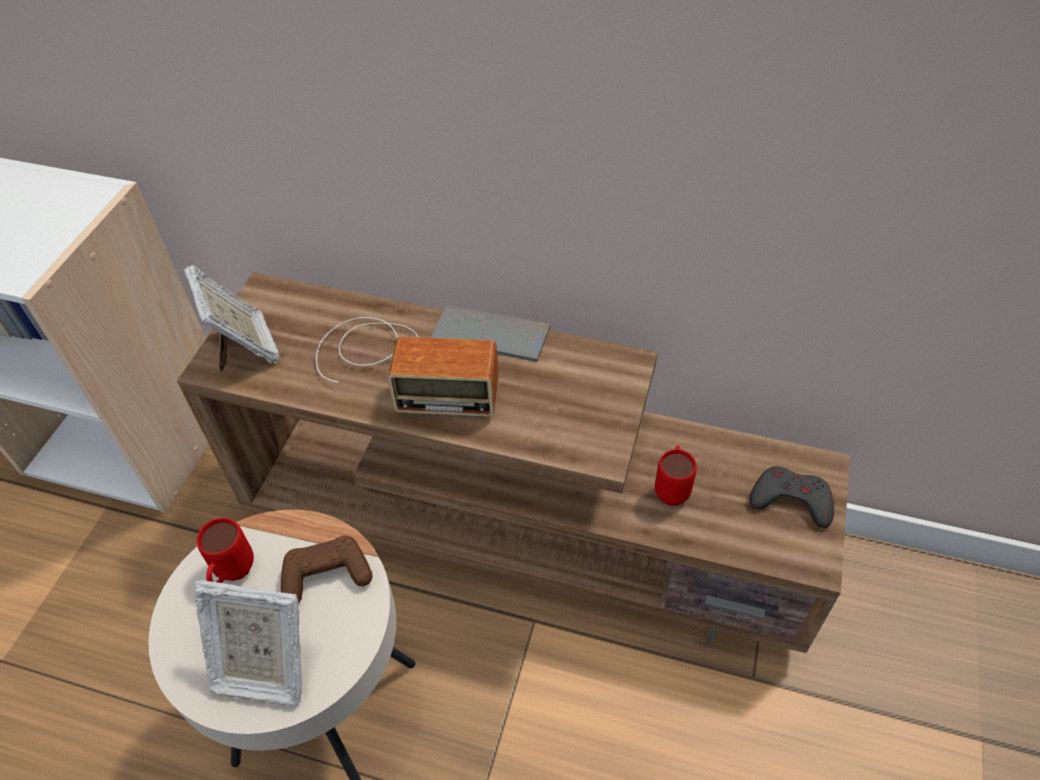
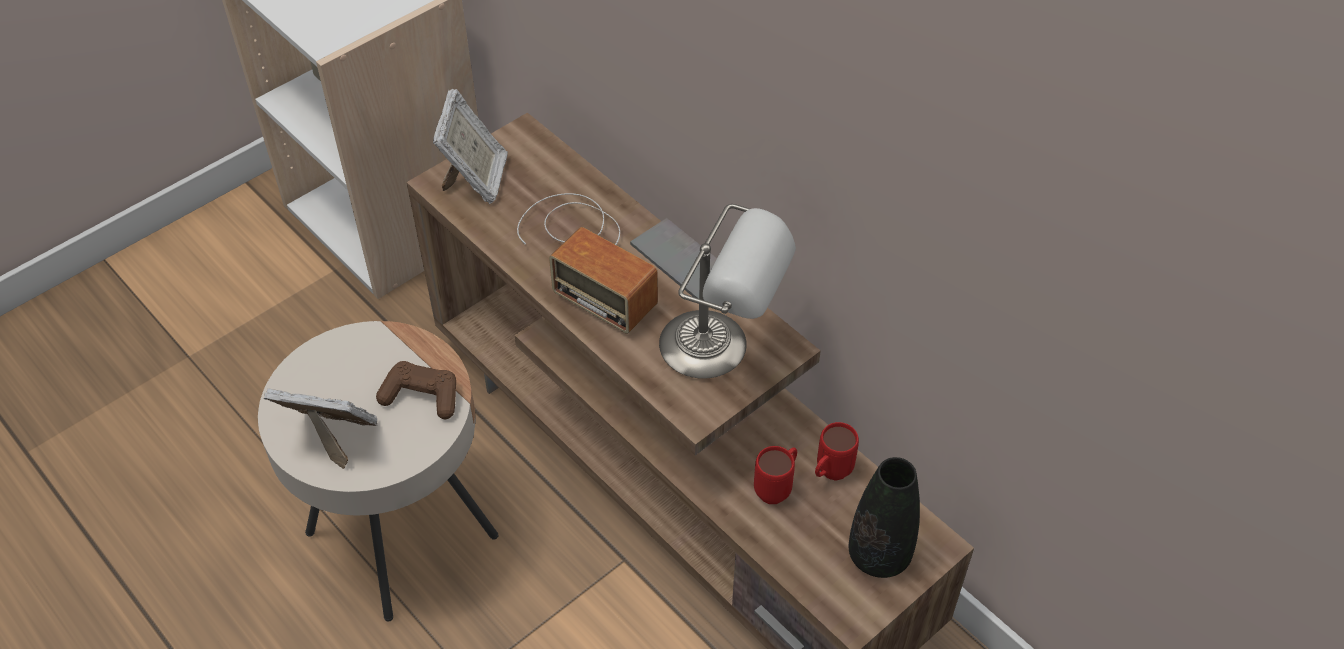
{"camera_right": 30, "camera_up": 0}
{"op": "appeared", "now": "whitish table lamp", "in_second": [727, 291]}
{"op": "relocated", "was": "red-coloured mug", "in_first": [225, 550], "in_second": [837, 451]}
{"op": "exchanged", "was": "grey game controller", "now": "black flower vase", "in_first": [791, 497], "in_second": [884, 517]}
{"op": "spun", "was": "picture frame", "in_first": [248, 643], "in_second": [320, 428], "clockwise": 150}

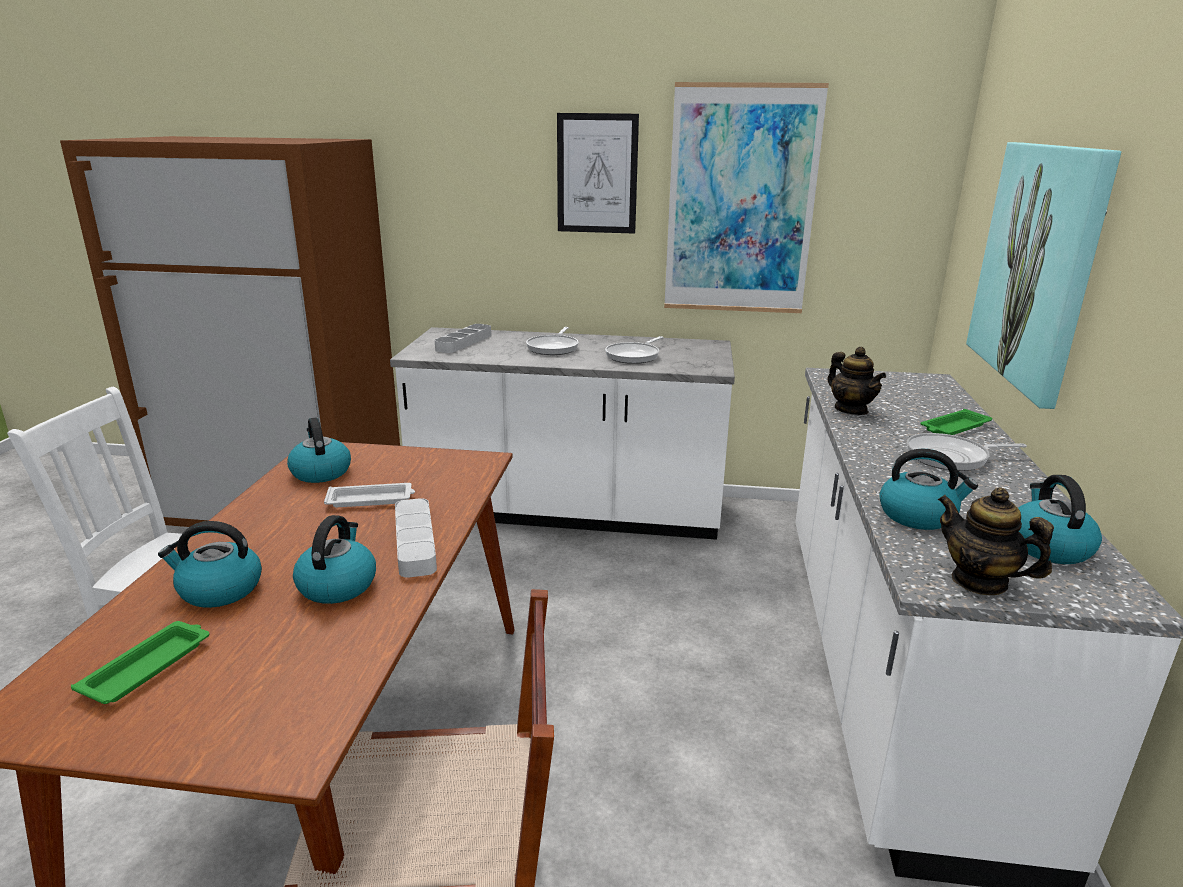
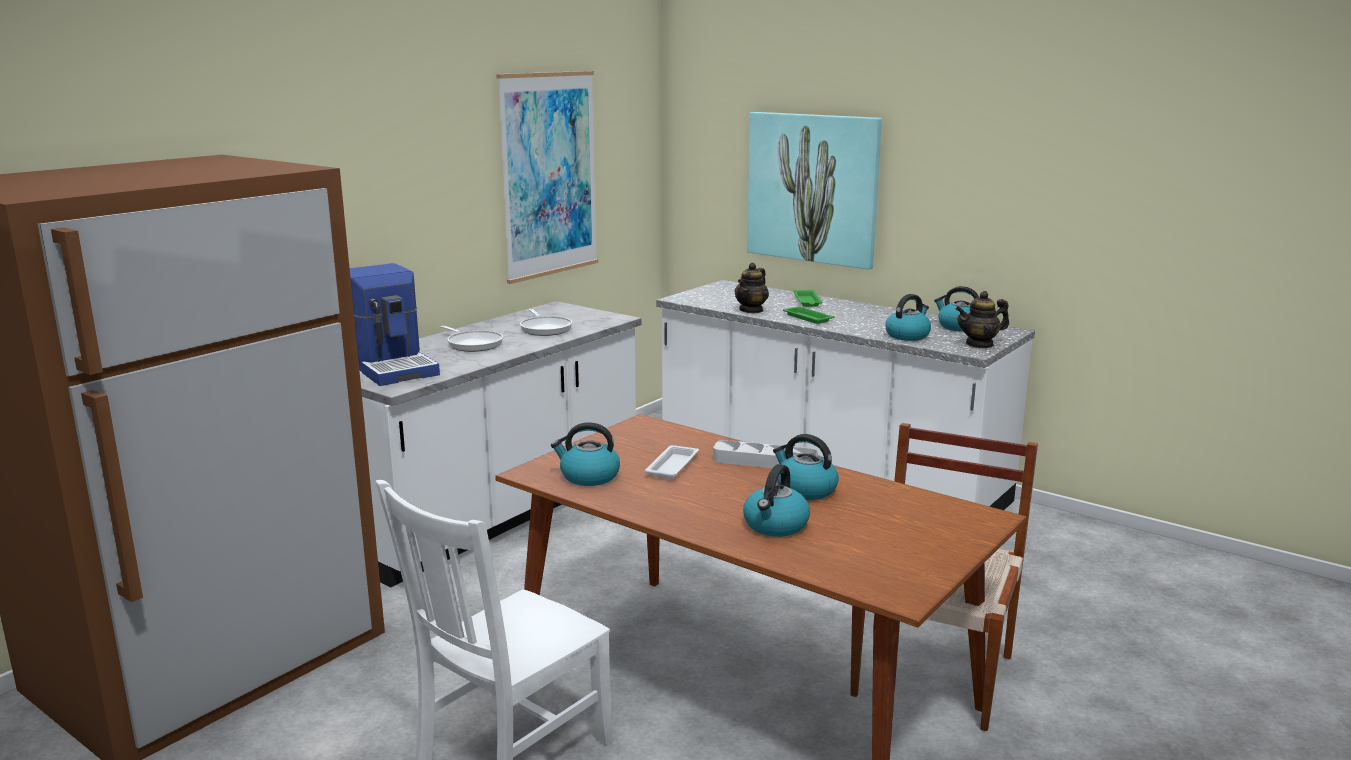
{"camera_right": -60, "camera_up": -5}
{"op": "missing", "was": "wall art", "in_first": [598, 173]}
{"op": "missing", "was": "frying pan", "in_first": [967, 452]}
{"op": "relocated", "was": "greenish tray", "in_first": [140, 662], "in_second": [809, 315]}
{"op": "exchanged", "was": "grey tray", "now": "coffee brewer", "in_first": [463, 338], "in_second": [395, 324]}
{"op": "spun", "was": "tea pot", "in_first": [856, 381], "in_second": [751, 288], "clockwise": 120}

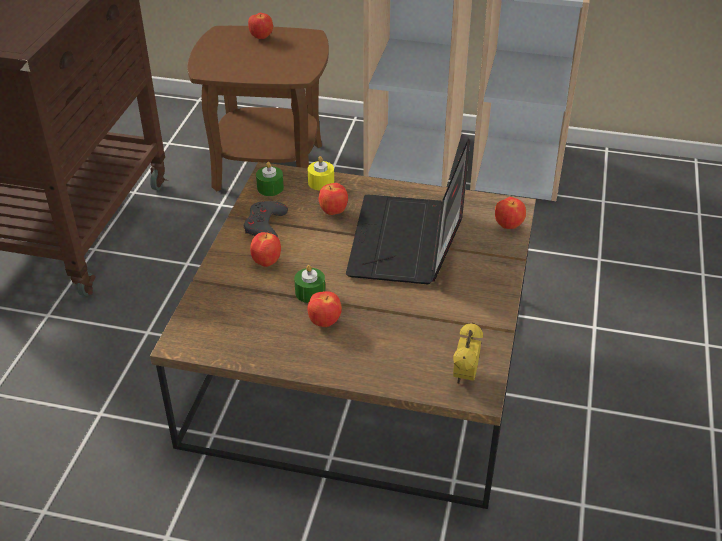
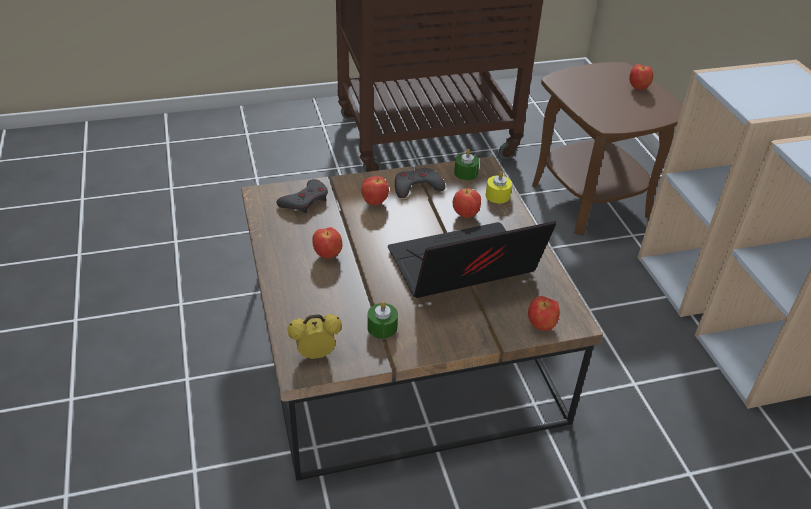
{"camera_right": 60, "camera_up": 0}
{"op": "appeared", "now": "grey game controller", "in_second": [302, 196]}
{"op": "relocated", "was": "greenish wax candle", "in_first": [309, 284], "in_second": [382, 320]}

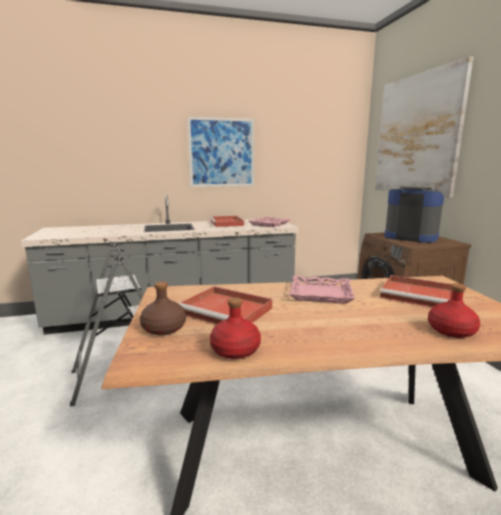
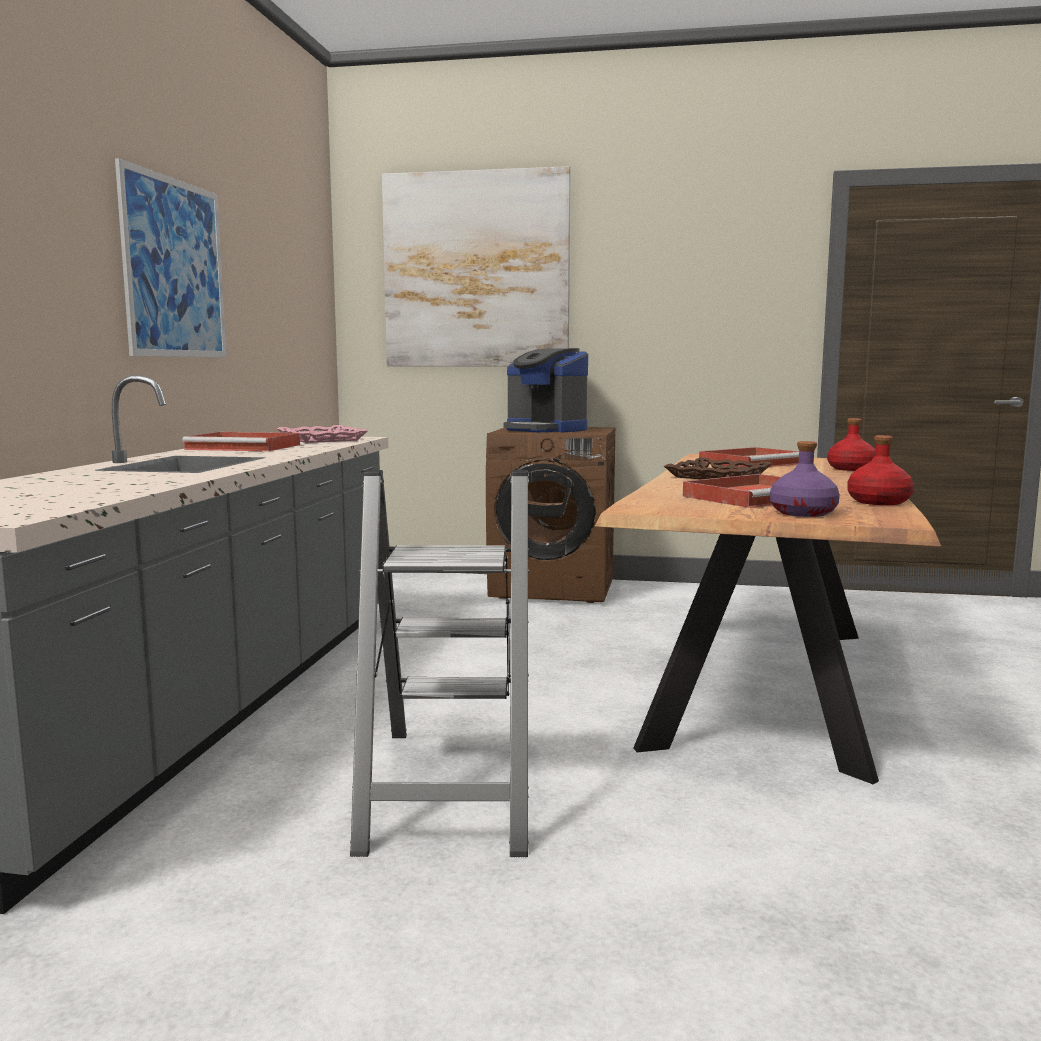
{"camera_right": -65, "camera_up": -5}
{"op": "colour", "was": "brown drink bottle", "now": "purple-coloured drink bottle", "in_first": [163, 308], "in_second": [805, 479]}
{"op": "colour", "was": "pink-coloured tray", "now": "brown tray", "in_first": [322, 290], "in_second": [718, 468]}
{"op": "spun", "was": "coffee brewer", "in_first": [414, 215], "in_second": [545, 390], "clockwise": -105}

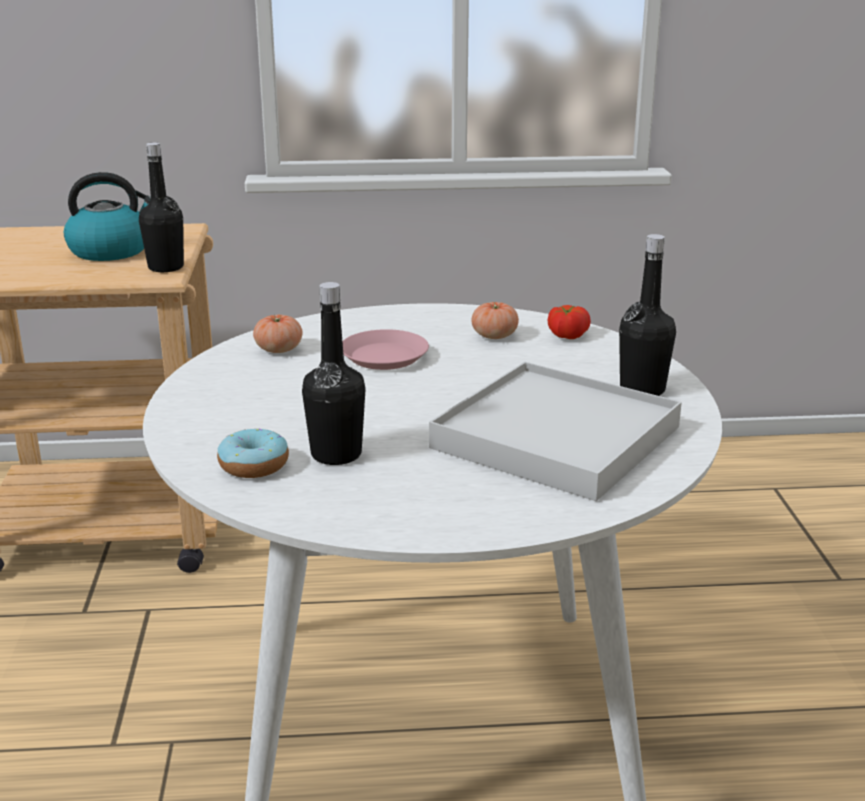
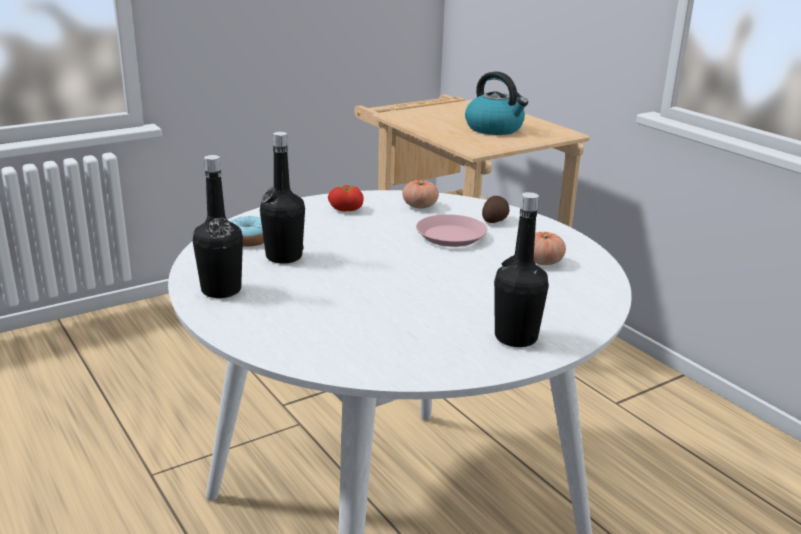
{"camera_right": 60, "camera_up": 0}
{"op": "missing", "was": "whitish tray", "in_first": [555, 431]}
{"op": "appeared", "now": "potato", "in_second": [496, 209]}
{"op": "relocated", "was": "black drink bottle", "in_first": [161, 207], "in_second": [218, 226]}
{"op": "relocated", "was": "tomato", "in_first": [569, 322], "in_second": [346, 198]}

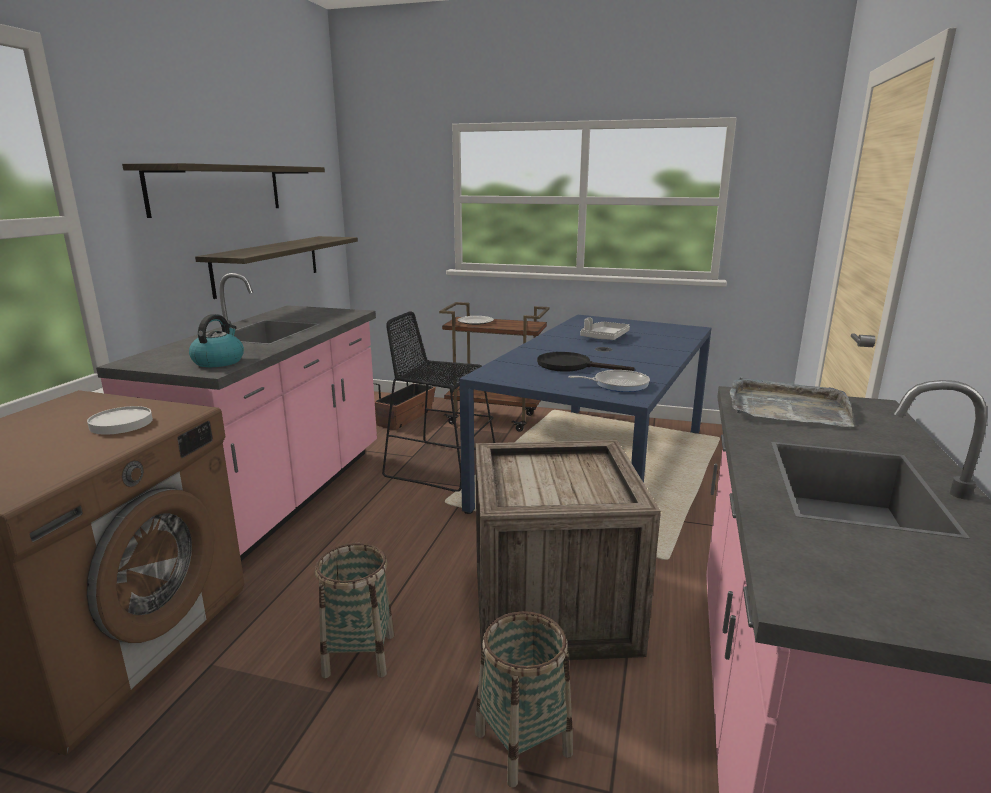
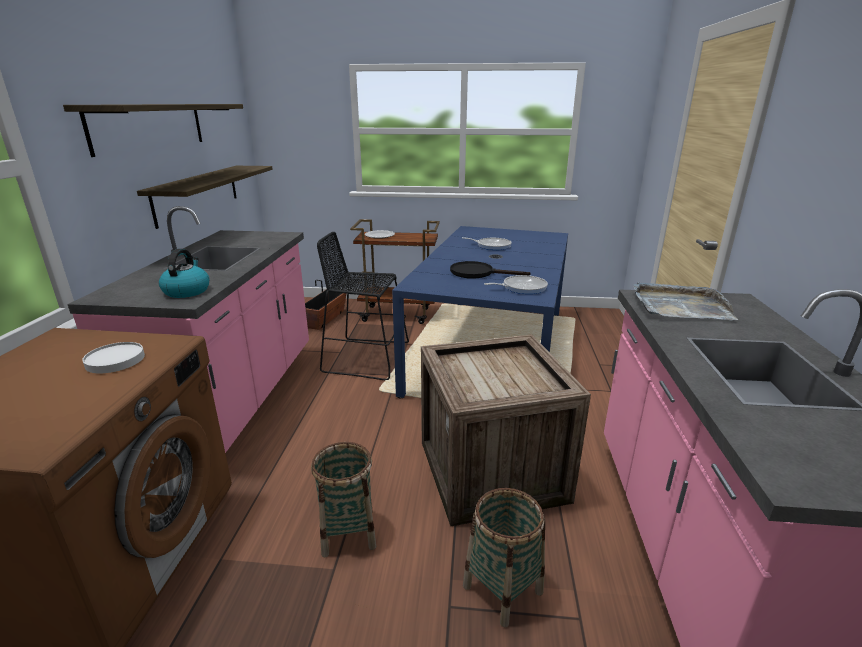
{"camera_right": -10, "camera_up": 5}
{"op": "exchanged", "was": "grey tray", "now": "frying pan", "in_first": [605, 328], "in_second": [487, 243]}

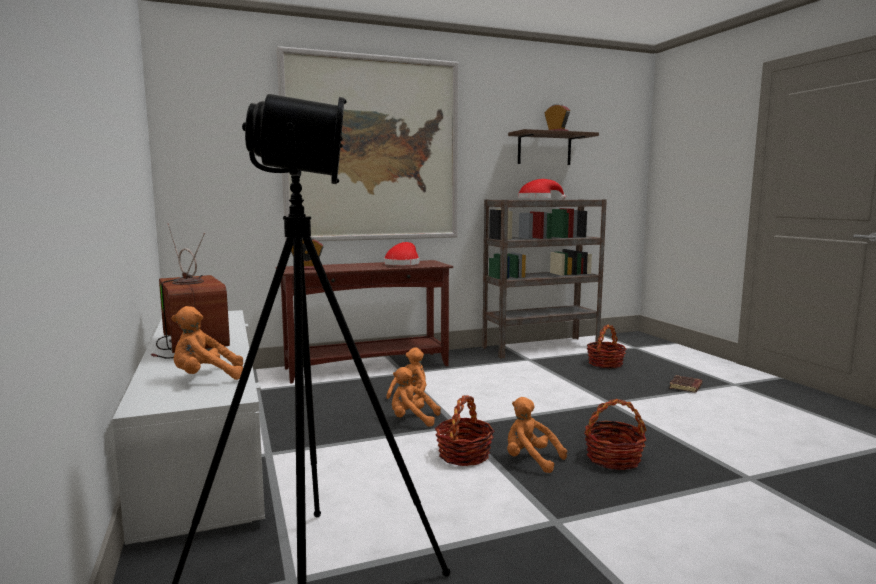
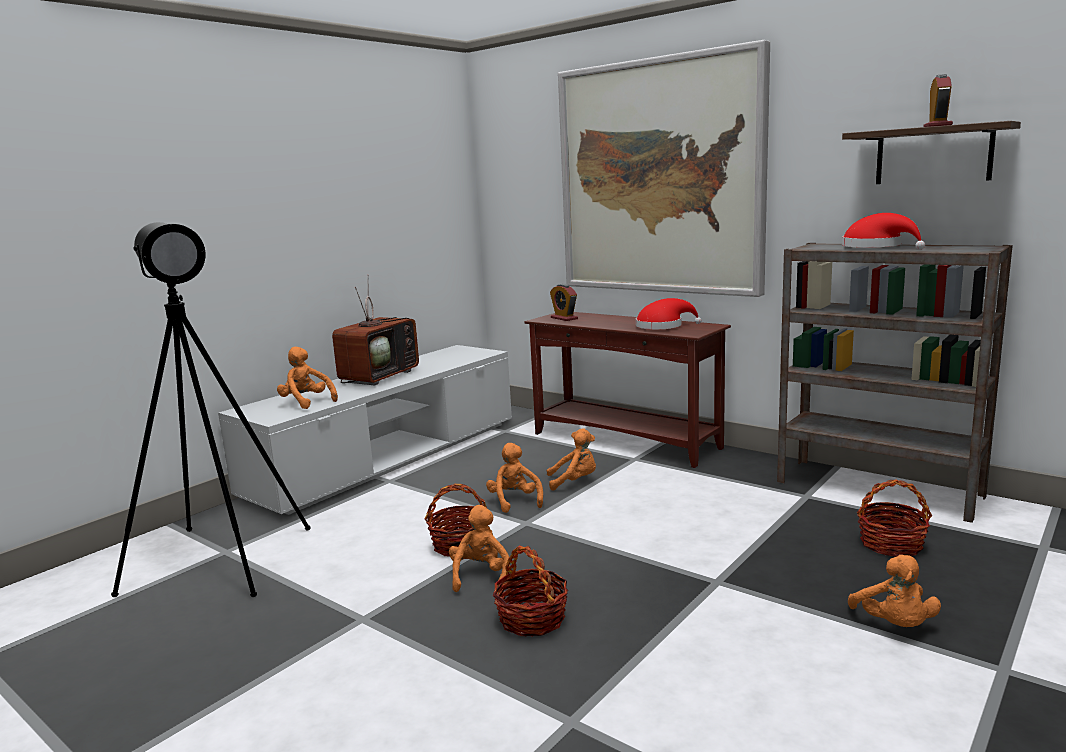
{"camera_right": 60, "camera_up": 5}
{"op": "exchanged", "was": "brown book", "now": "orange soft toy", "in_first": [685, 383], "in_second": [894, 591]}

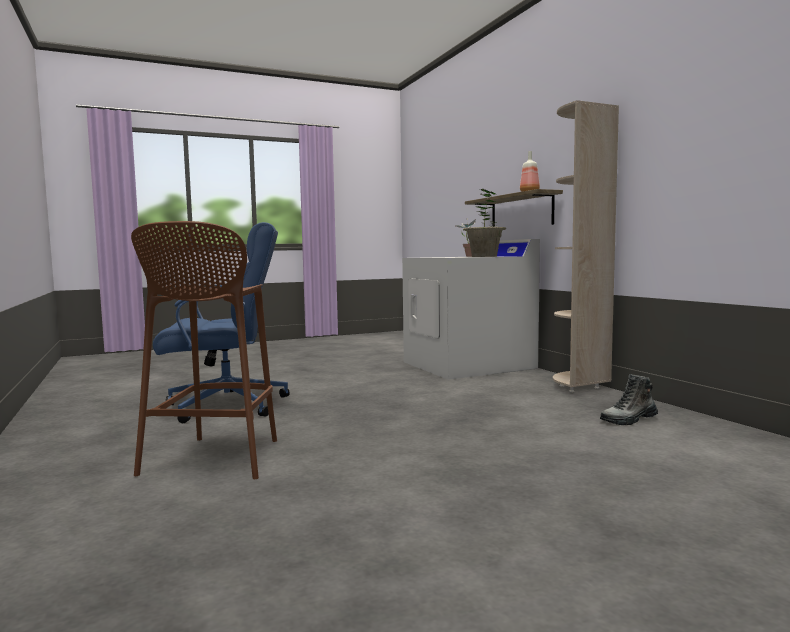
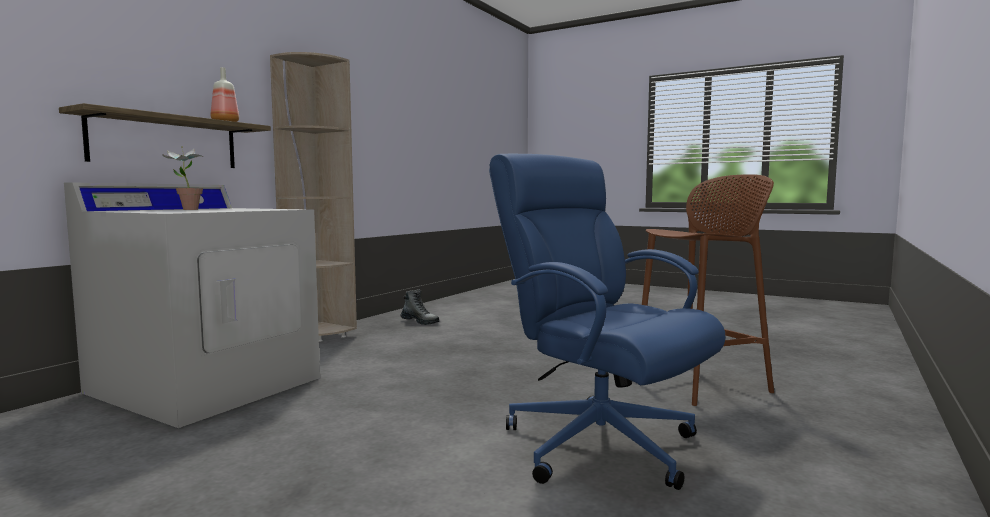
{"camera_right": -125, "camera_up": 0}
{"op": "missing", "was": "plant in a pot", "in_first": [484, 223]}

